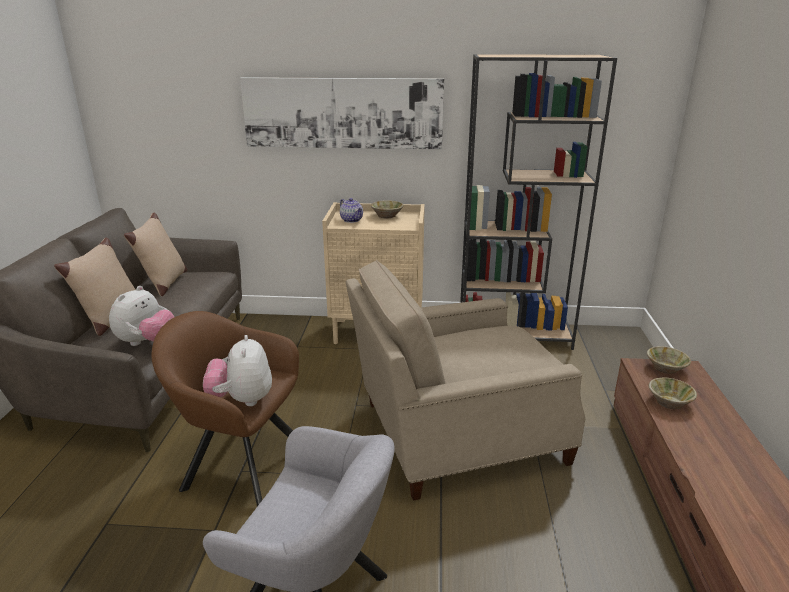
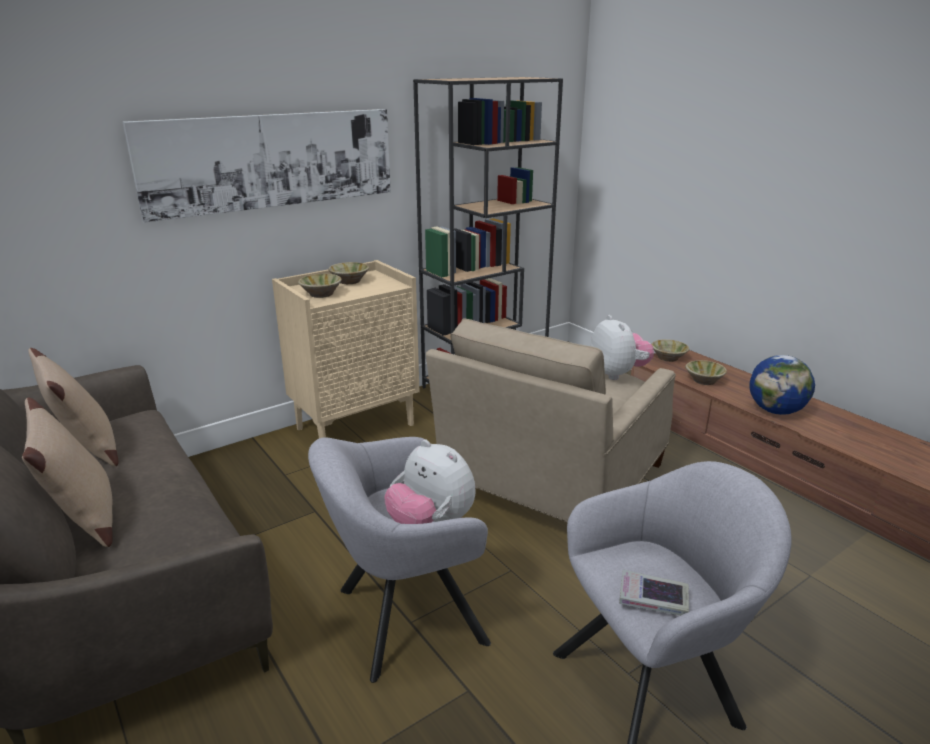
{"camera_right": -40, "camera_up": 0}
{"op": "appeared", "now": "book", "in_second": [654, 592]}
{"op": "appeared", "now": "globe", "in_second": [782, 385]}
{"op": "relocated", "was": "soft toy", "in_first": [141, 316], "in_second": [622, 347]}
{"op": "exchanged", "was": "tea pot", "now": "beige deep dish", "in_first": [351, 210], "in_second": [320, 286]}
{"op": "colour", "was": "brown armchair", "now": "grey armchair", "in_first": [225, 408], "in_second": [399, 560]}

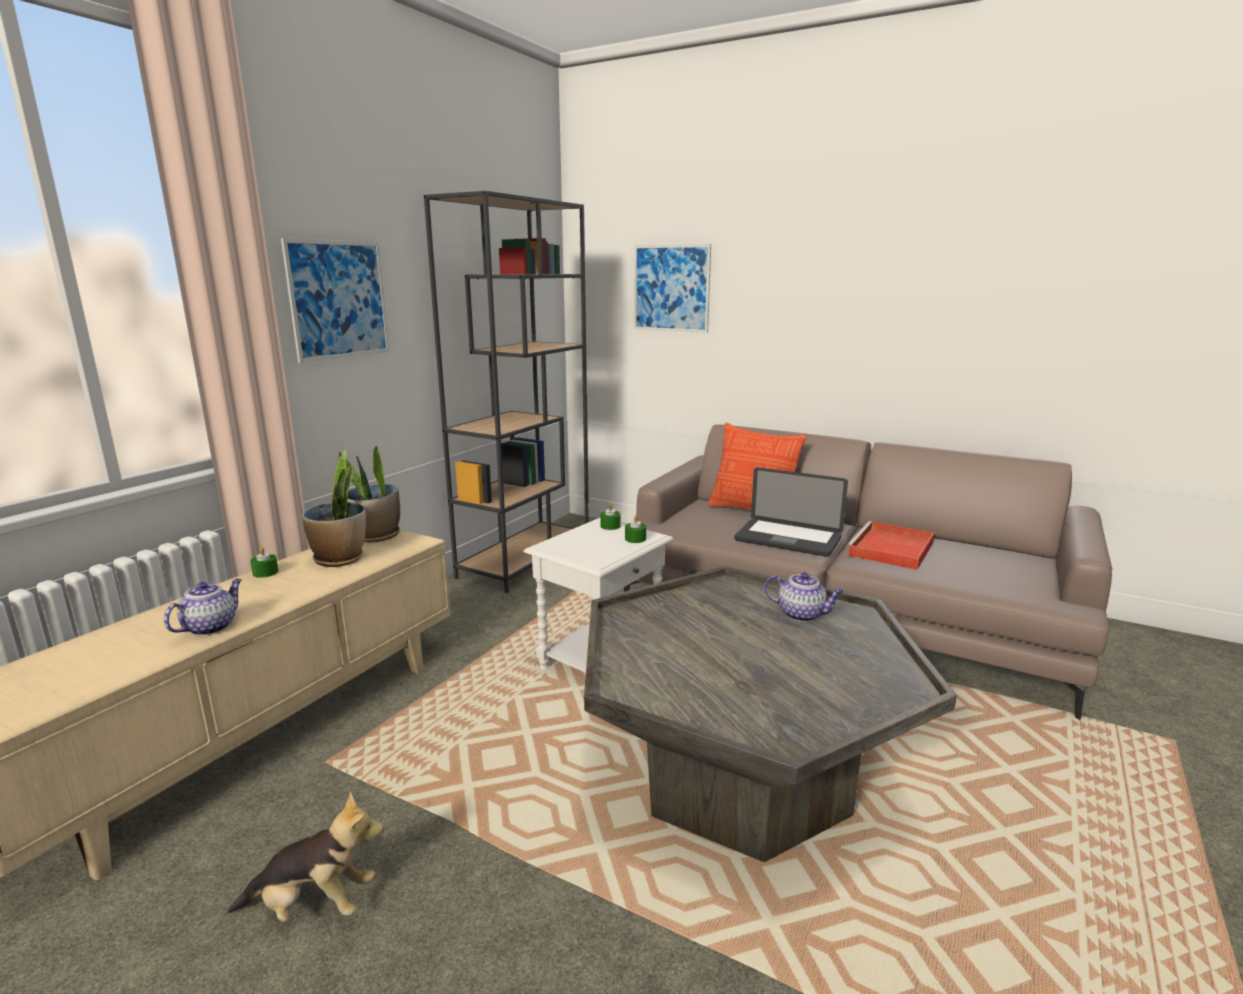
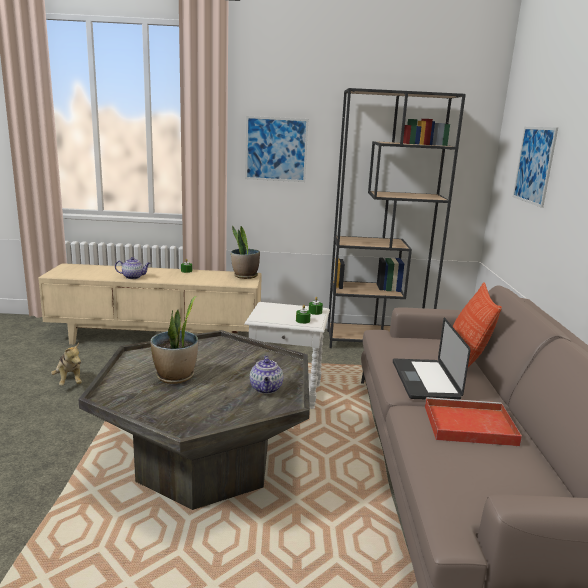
{"camera_right": 60, "camera_up": 0}
{"op": "relocated", "was": "plant in a pot", "in_first": [334, 508], "in_second": [174, 340]}

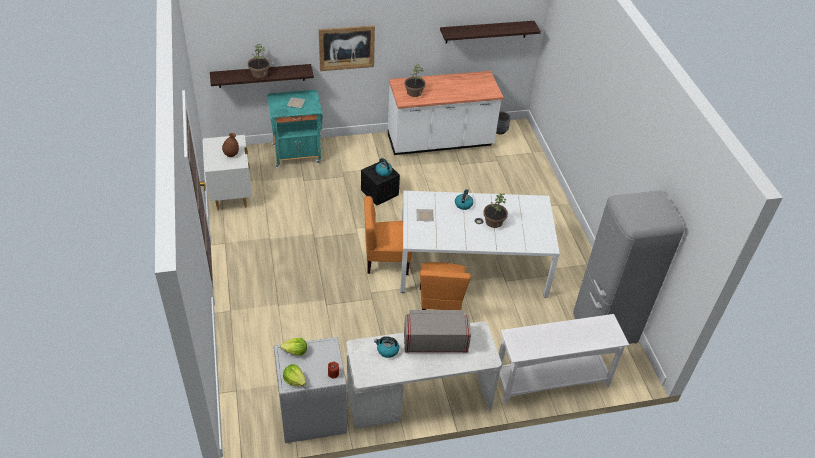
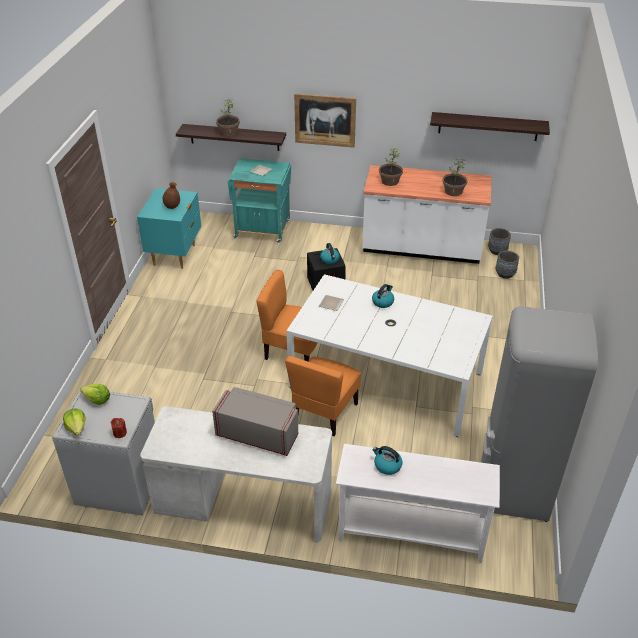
{"camera_right": 25, "camera_up": -5}
{"op": "appeared", "now": "grey flower pot", "in_second": [507, 265]}
{"op": "relocated", "was": "kettle", "in_first": [386, 347], "in_second": [388, 460]}
{"op": "relocated", "was": "plant in a pot", "in_first": [495, 210], "in_second": [454, 177]}
{"op": "colour", "was": "whitish night table", "now": "turquoise-coloured night table", "in_first": [227, 173], "in_second": [169, 228]}

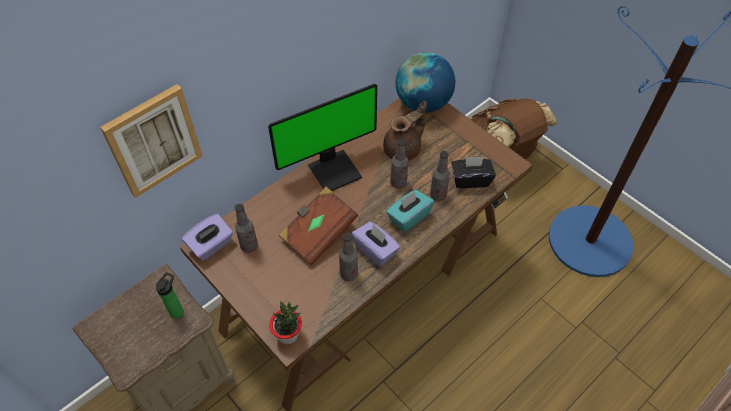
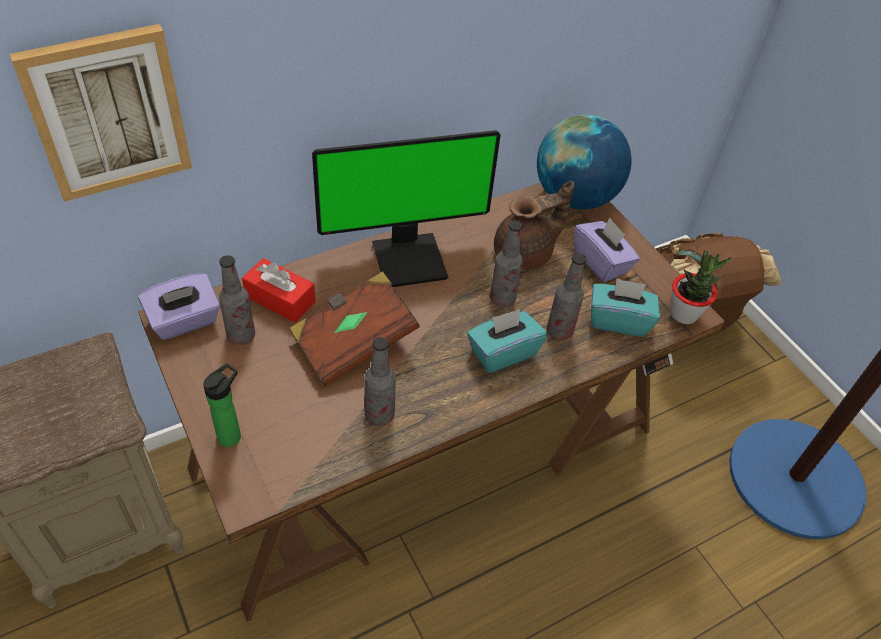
{"camera_right": 10, "camera_up": -5}
{"op": "appeared", "now": "red-coloured box of tissues", "in_second": [279, 290]}
{"op": "relocated", "was": "drink bottle", "in_first": [170, 295], "in_second": [222, 405]}
{"op": "relocated", "was": "plant in a pot", "in_first": [285, 323], "in_second": [701, 287]}
{"op": "relocated", "was": "purple-coloured box of tissues", "in_first": [376, 244], "in_second": [607, 250]}
{"op": "colour", "was": "black box of tissues", "now": "turquoise-coloured box of tissues", "in_first": [473, 172], "in_second": [625, 307]}

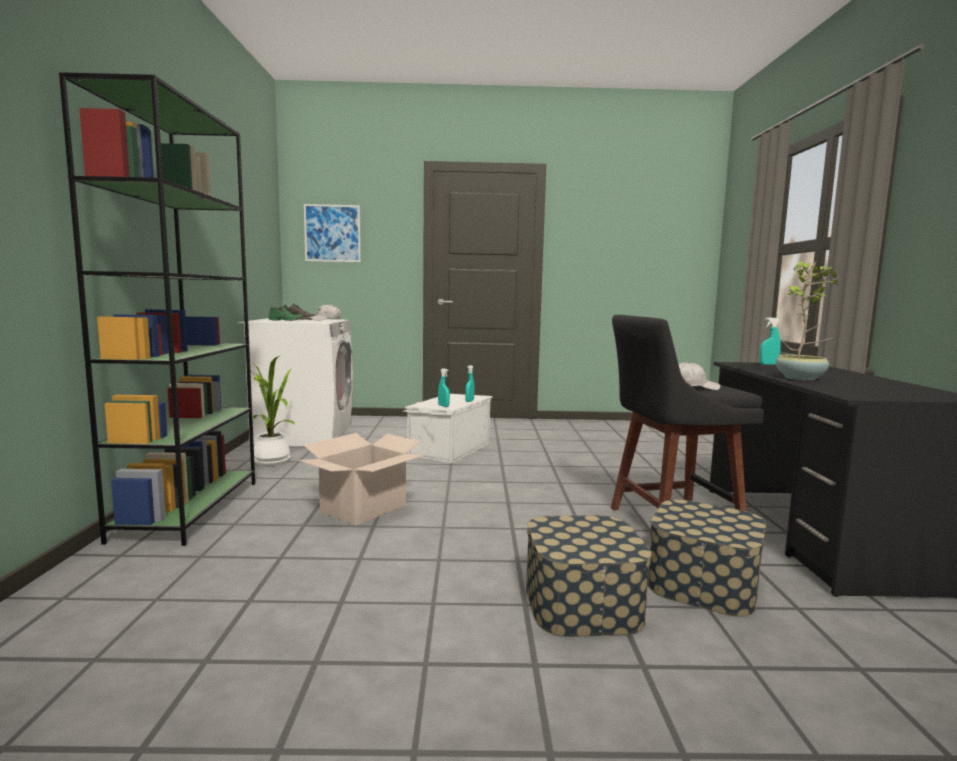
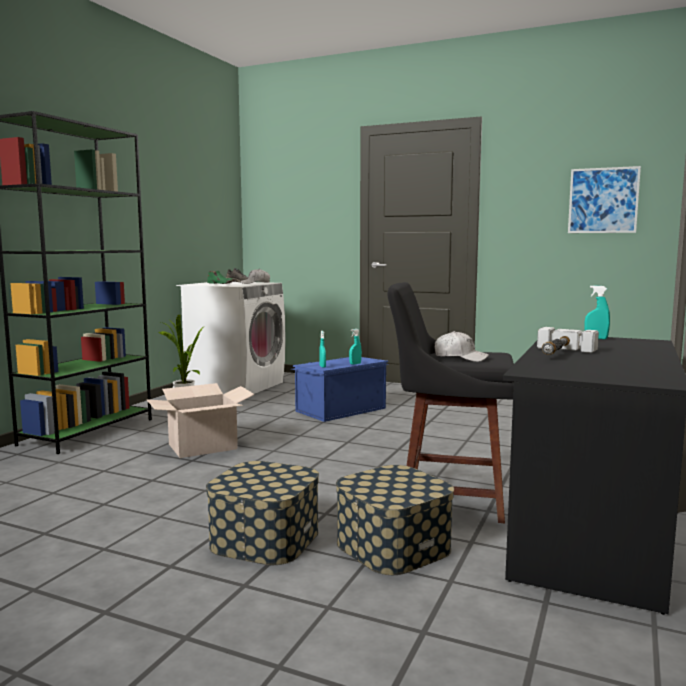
{"camera_right": 25, "camera_up": 0}
{"op": "relocated", "was": "wall art", "in_first": [332, 233], "in_second": [604, 199]}
{"op": "exchanged", "was": "plant in a pot", "now": "tool hammer", "in_first": [808, 320], "in_second": [568, 341]}
{"op": "colour", "was": "whitish storage bin", "now": "blue storage bin", "in_first": [448, 429], "in_second": [339, 389]}

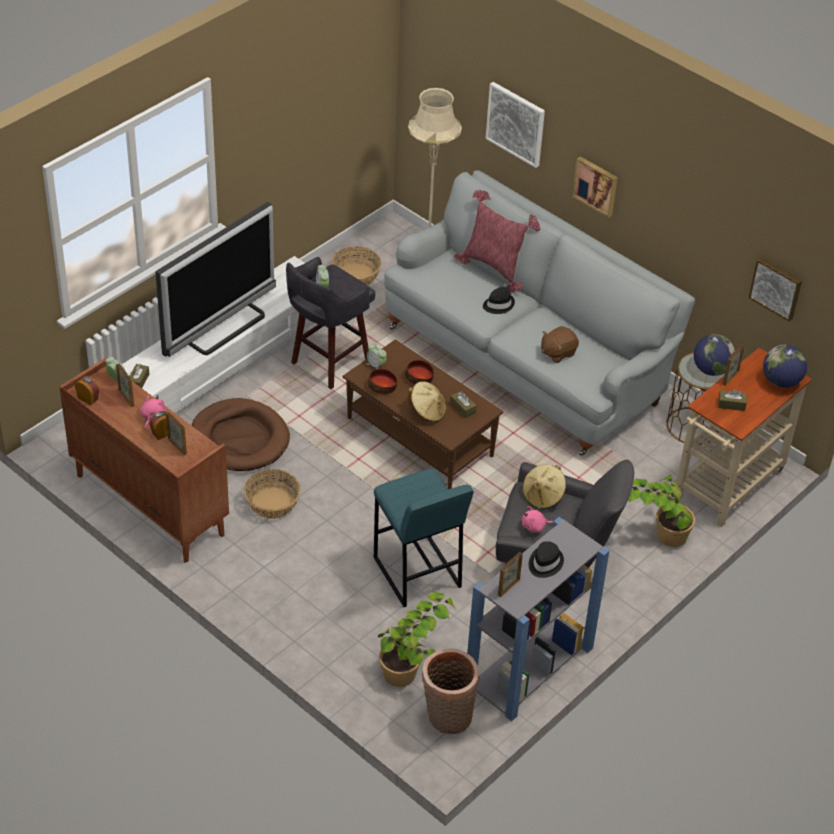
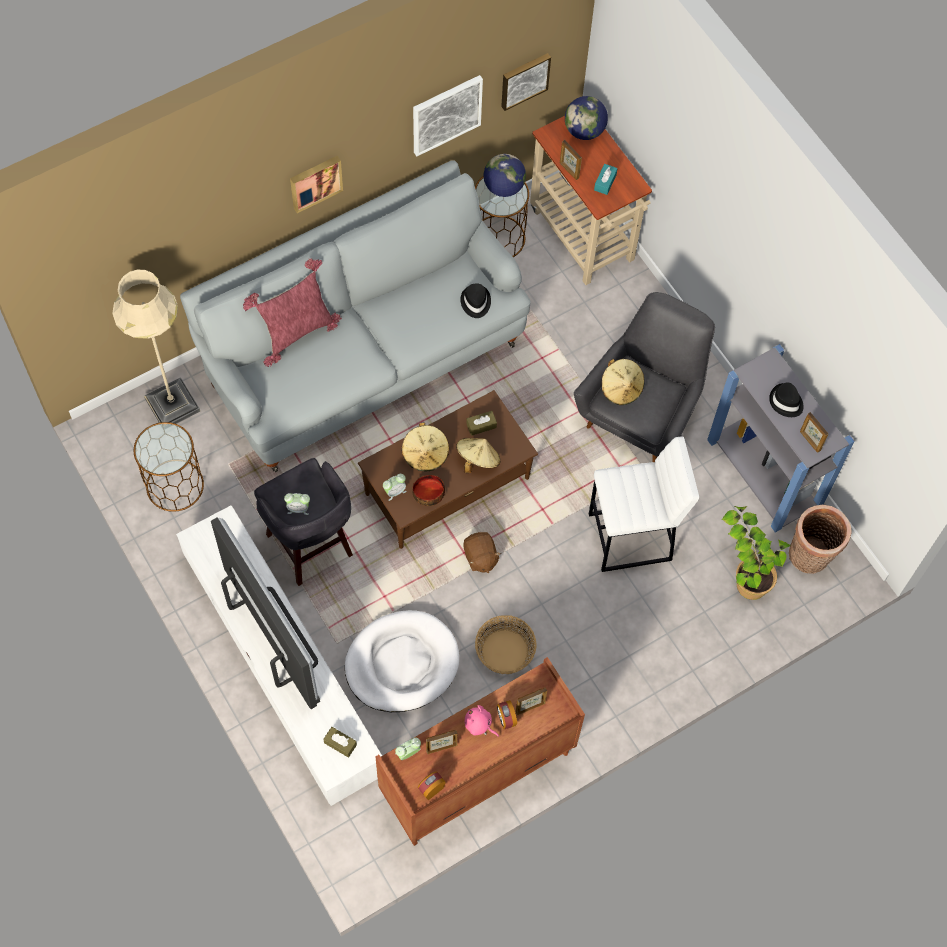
{"camera_right": -75, "camera_up": 20}
{"op": "missing", "was": "pink-coloured soft toy", "in_first": [538, 519]}
{"op": "missing", "was": "plant in a pot", "in_first": [661, 511]}
{"op": "relocated", "was": "black clothing hat", "in_first": [499, 300], "in_second": [475, 300]}
{"op": "relocated", "was": "wall art", "in_first": [515, 125], "in_second": [448, 116]}
{"op": "relocated", "was": "brown soft toy", "in_first": [560, 344], "in_second": [482, 552]}
{"op": "exchanged", "was": "basket", "now": "brown accent table", "in_first": [356, 265], "in_second": [169, 467]}
{"op": "exchanged", "was": "deep dish", "now": "beige clothing hat", "in_first": [419, 372], "in_second": [425, 447]}
{"op": "colour", "was": "brown pet bed", "now": "whitish pet bed", "in_first": [241, 434], "in_second": [402, 661]}
{"op": "colour", "was": "turquoise-coloured stool seat", "now": "whitish stool seat", "in_first": [424, 538], "in_second": [644, 504]}
{"op": "colour", "was": "brown box of tissues", "now": "turquoise-coloured box of tissues", "in_first": [732, 400], "in_second": [606, 179]}

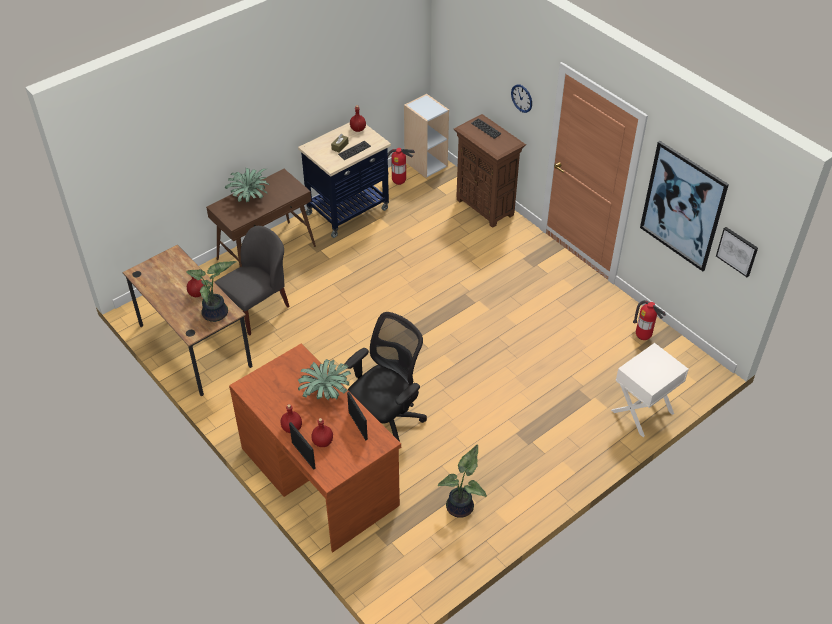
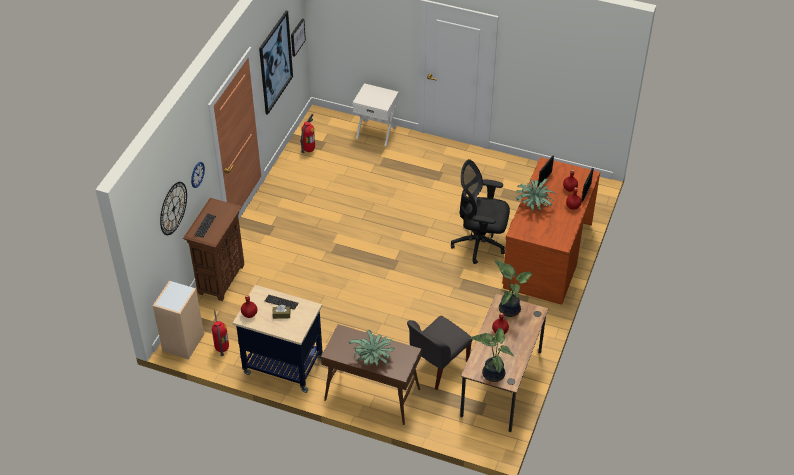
{"camera_right": -120, "camera_up": 0}
{"op": "appeared", "now": "clock on the wall", "in_second": [173, 208]}
{"op": "relocated", "was": "plant in a pot", "in_first": [462, 481], "in_second": [492, 355]}
{"op": "spun", "was": "grey plain chair", "in_first": [252, 281], "in_second": [439, 353], "clockwise": -60}

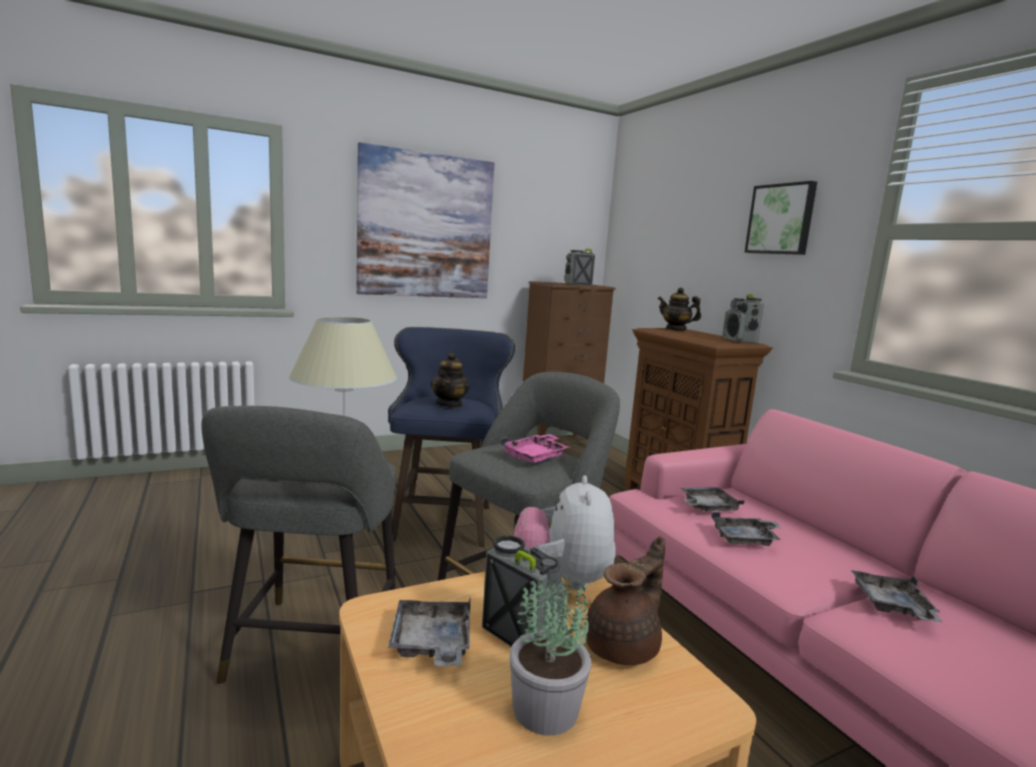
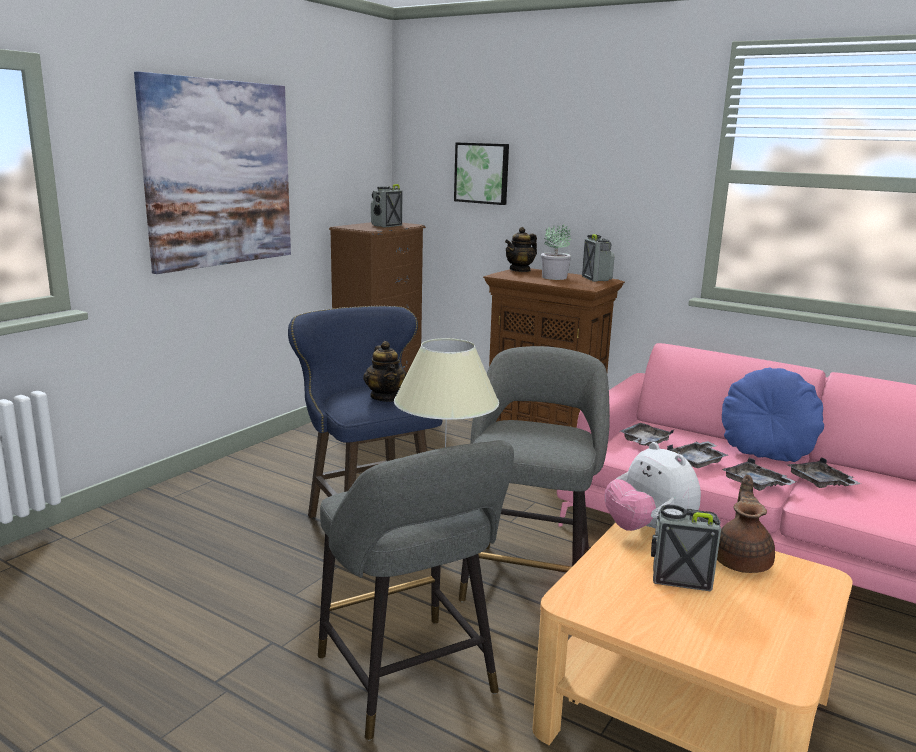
{"camera_right": -30, "camera_up": 5}
{"op": "missing", "was": "pink-coloured tray", "in_first": [534, 448]}
{"op": "appeared", "now": "blue throw pillow", "in_second": [773, 415]}
{"op": "relocated", "was": "grey tray", "in_first": [429, 631], "in_second": [758, 474]}
{"op": "relocated", "was": "plant in a pot", "in_first": [550, 656], "in_second": [556, 252]}
{"op": "relocated", "was": "wall art", "in_first": [781, 218], "in_second": [481, 173]}
{"op": "spun", "was": "tea pot", "in_first": [679, 309], "in_second": [521, 249], "clockwise": -45}
{"op": "spun", "was": "radio receiver", "in_first": [743, 319], "in_second": [598, 258], "clockwise": -150}

